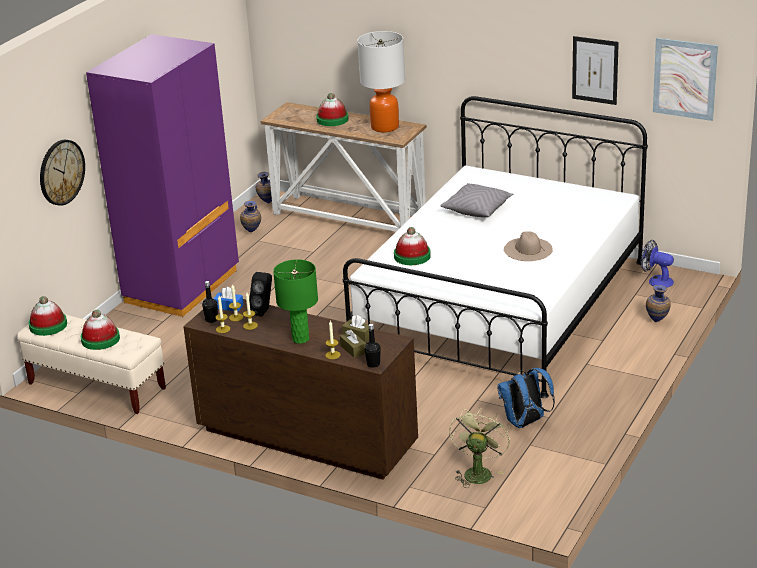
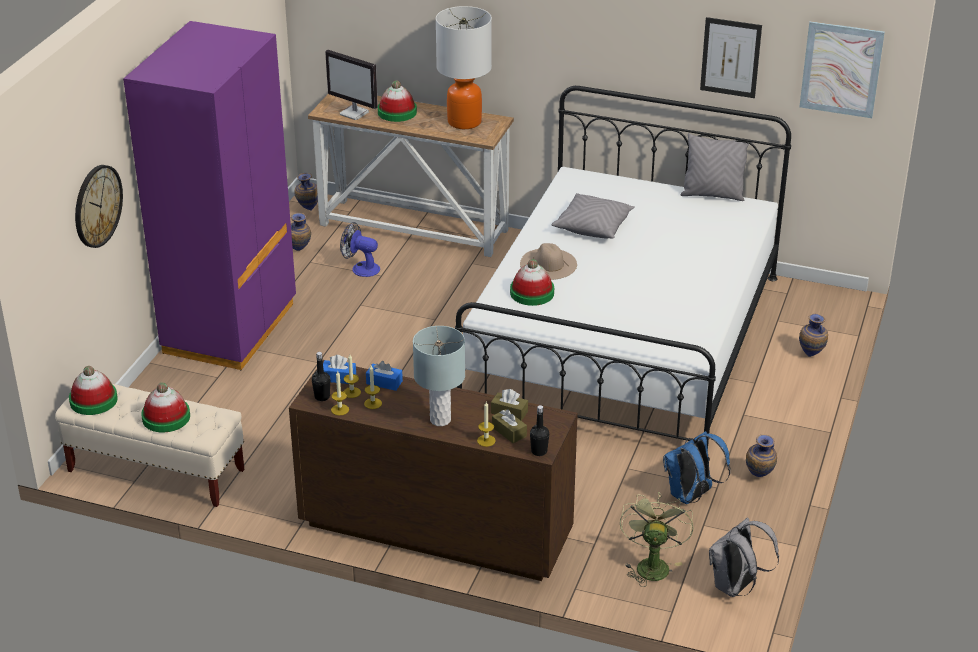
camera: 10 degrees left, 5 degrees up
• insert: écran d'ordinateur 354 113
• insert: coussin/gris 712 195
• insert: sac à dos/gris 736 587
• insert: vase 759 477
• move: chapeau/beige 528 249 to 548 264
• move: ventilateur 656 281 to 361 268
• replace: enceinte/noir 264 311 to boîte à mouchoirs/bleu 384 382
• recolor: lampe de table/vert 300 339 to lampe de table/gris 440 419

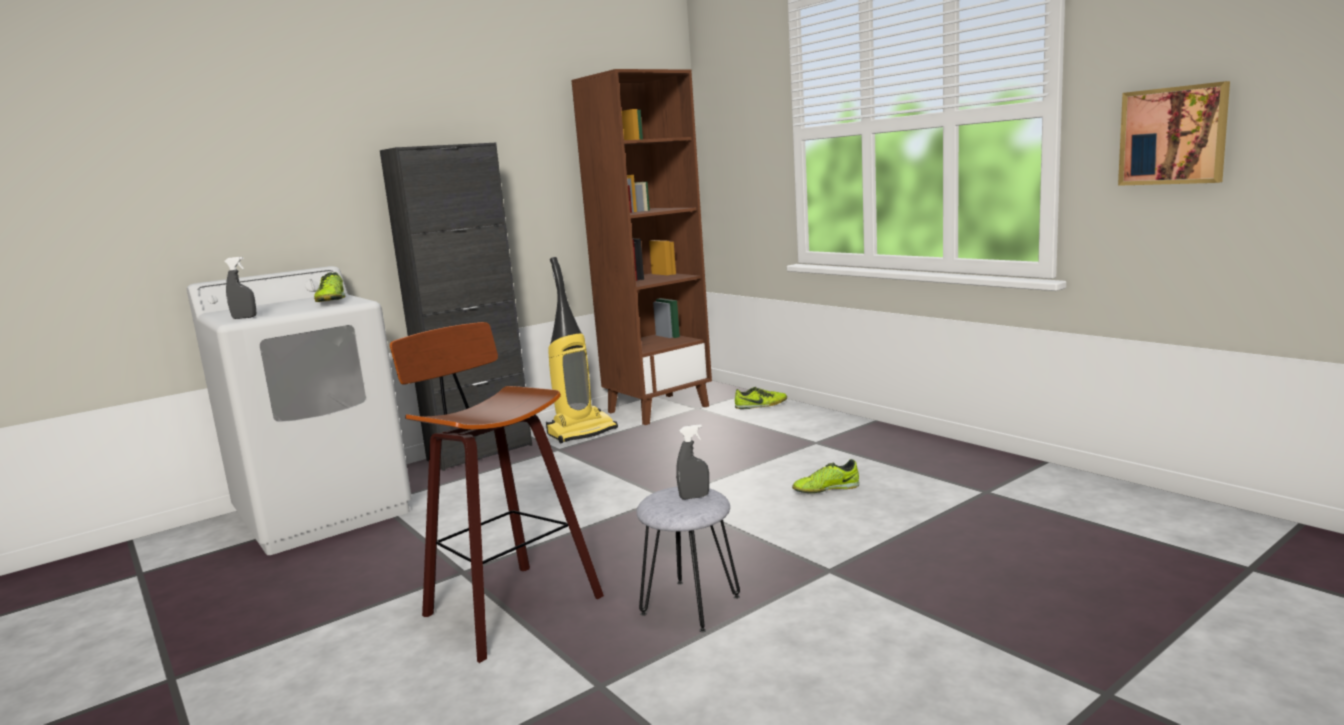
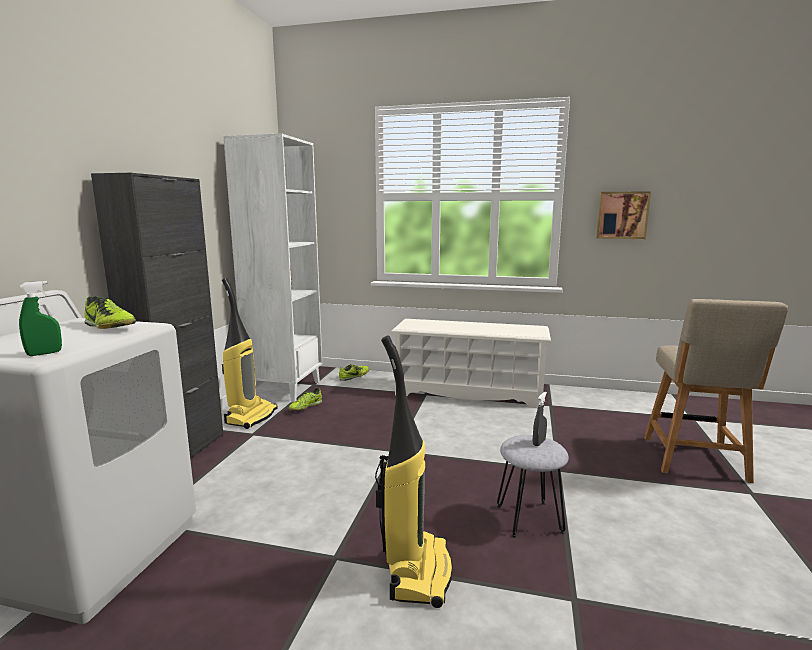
camera: 40 degrees left, 0 degrees up
• insert: étagère à chaussures/blanc 469 392
• insert: chaise/beige 695 461
• move: chaussure 826 489 to 305 407
• replace: tabouret 506 606 to aspirateur 417 571
• recolor: vaporisateur/gris 244 317 to vaporisateur/vert 44 353
• recolor: bibliothèque/marron 658 409 to bibliothèque/blanc 285 389

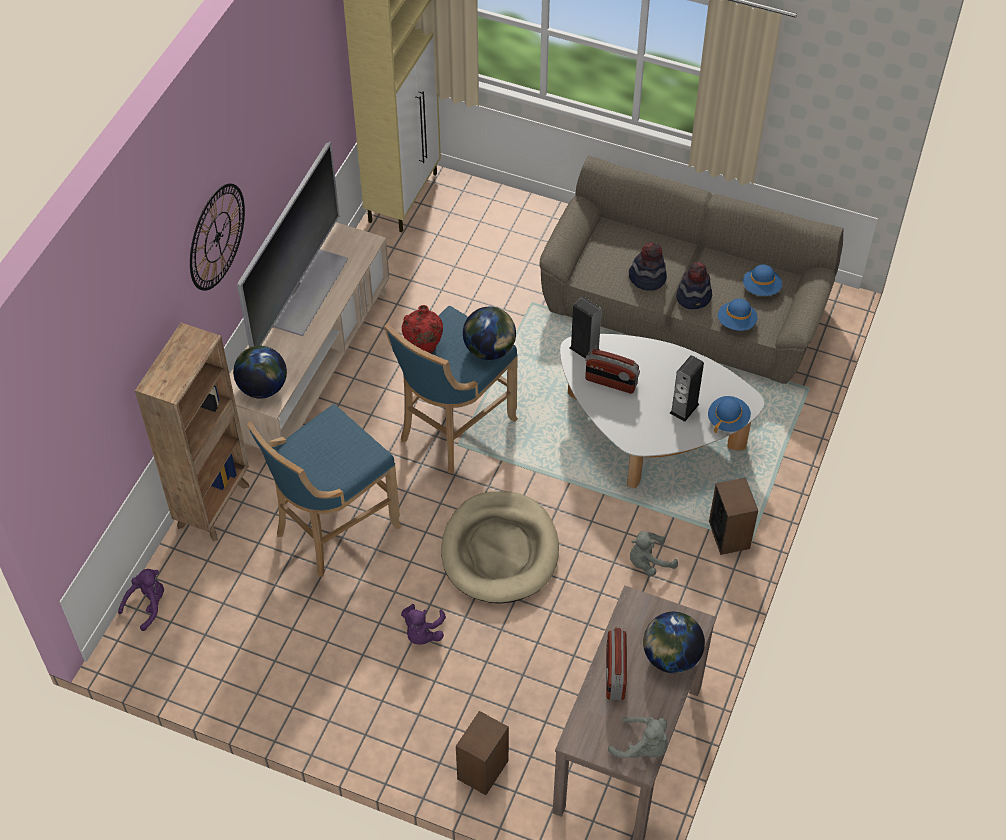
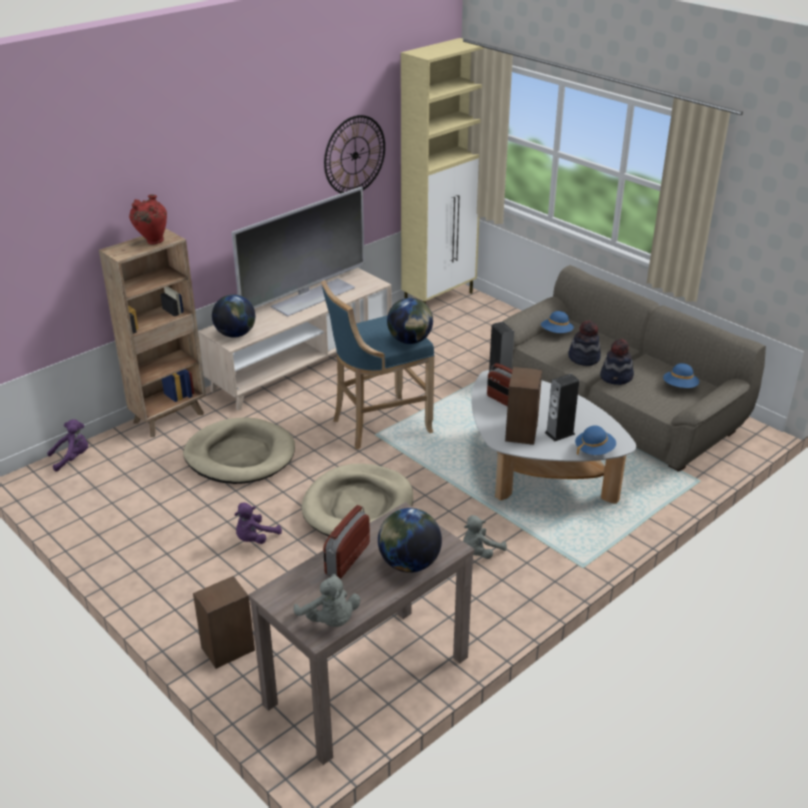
camera: 25 degrees right, 20 degrees down
• move: horloge murale 217 237 to 355 155
• move: vase/rouge 424 348 to 152 241
• move: enceinte 729 535 to 521 432
• move: chapeau/bleu 736 322 to 556 333
• replace: tabouret/bleu 332 529 to panier pour chien/beige 240 455
• rotate: peluche/gris 648 562 = 479 552 45 degrees counterclockwise

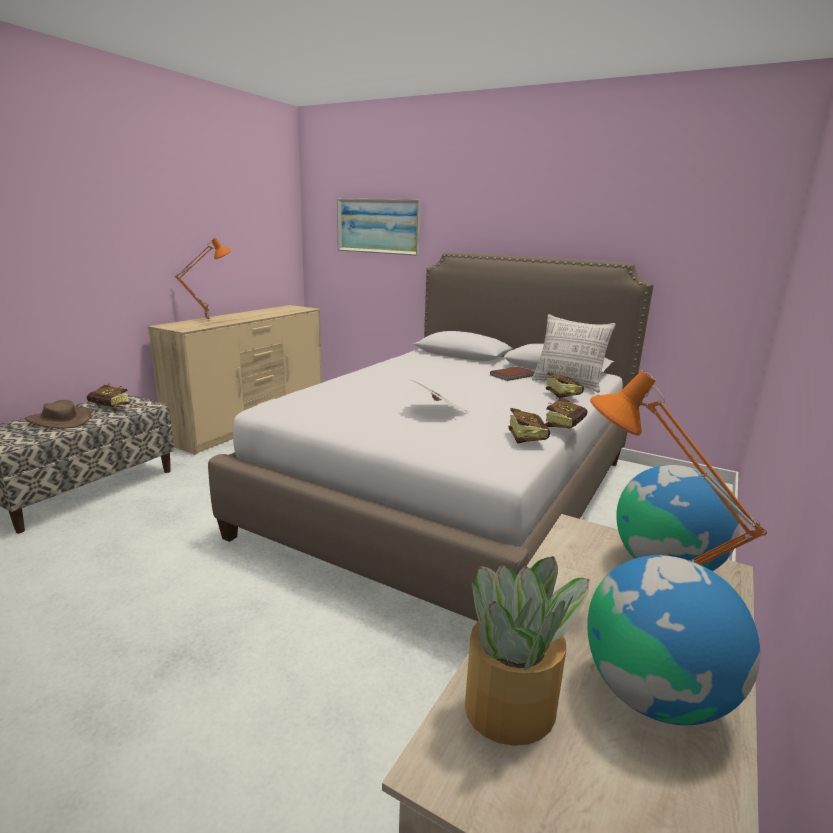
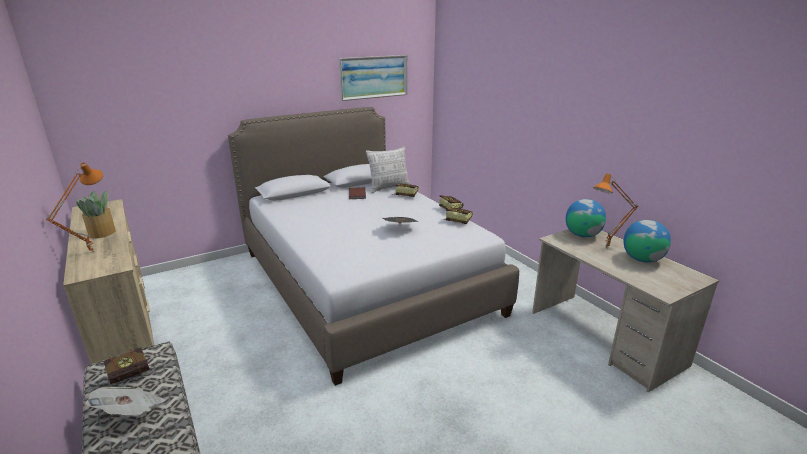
camera: 60 degrees left, 5 degrees up
• move: tableau 378 226 to 373 77
• move: plante en pot 512 708 to 102 233
• replace: chapeau/marron 59 420 to journal 130 412

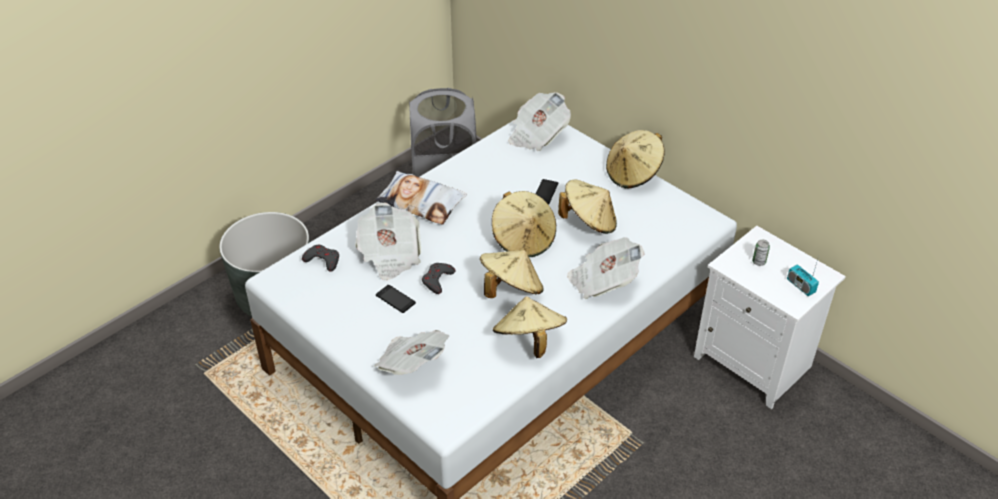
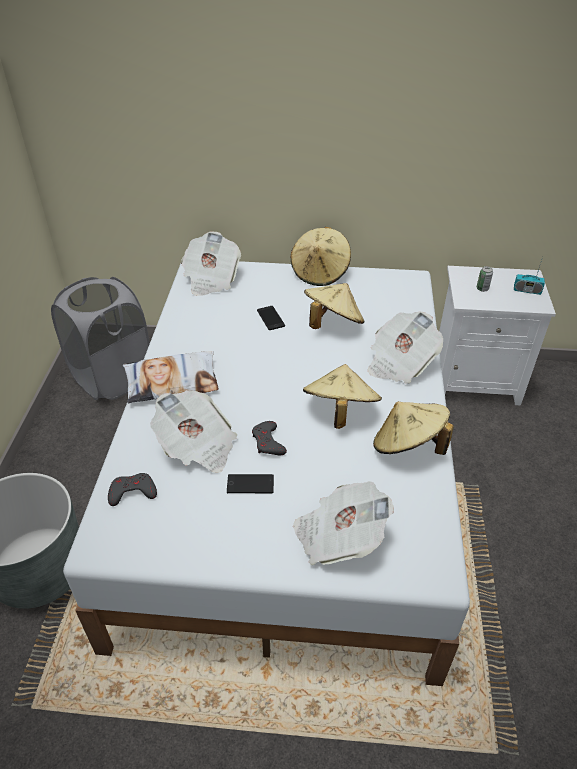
camera: 40 degrees left, 0 degrees up
• delete: chapeau/beige 523 240

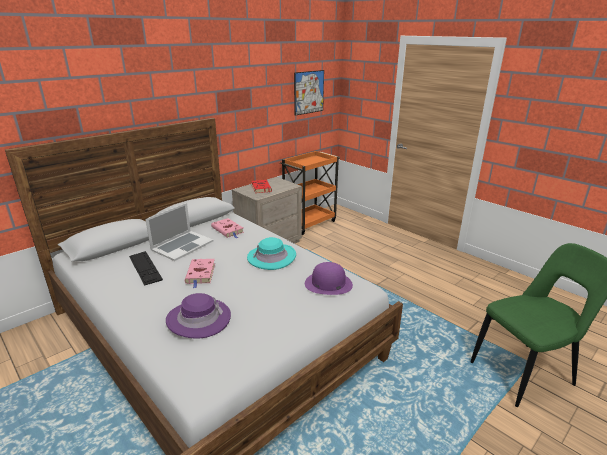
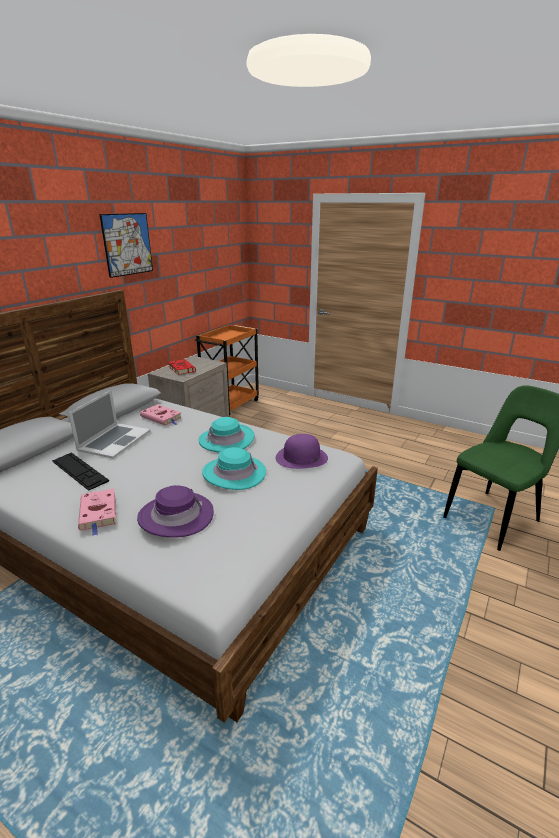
camera: 15 degrees left, 0 degrees up
• insert: chapeau/turquoise 234 473
• move: livre/rose 200 274 to 99 513
• move: tableau 309 92 to 127 244

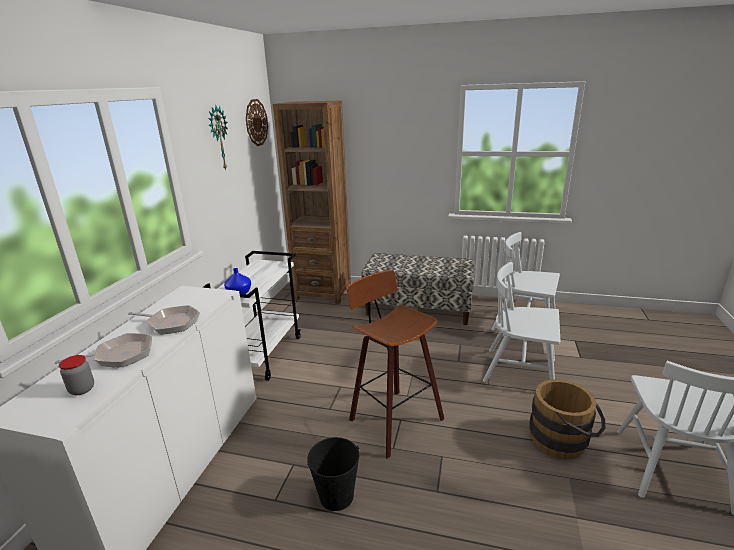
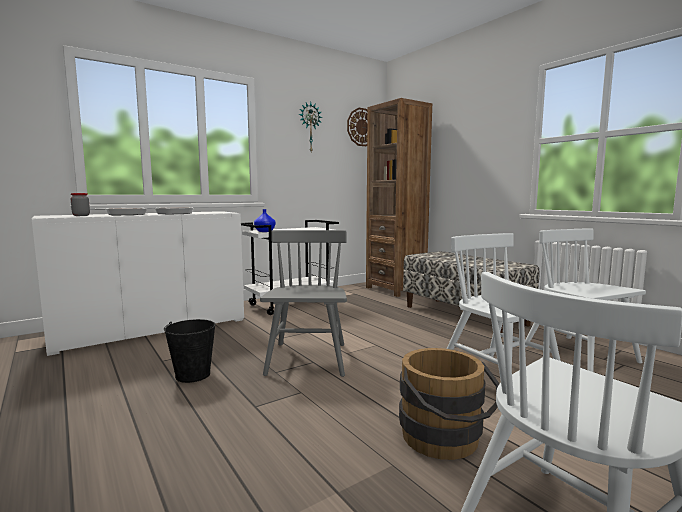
camera: 40 degrees right, 15 degrees down
• replace: tabouret 392 419 to chaise/gris 308 359

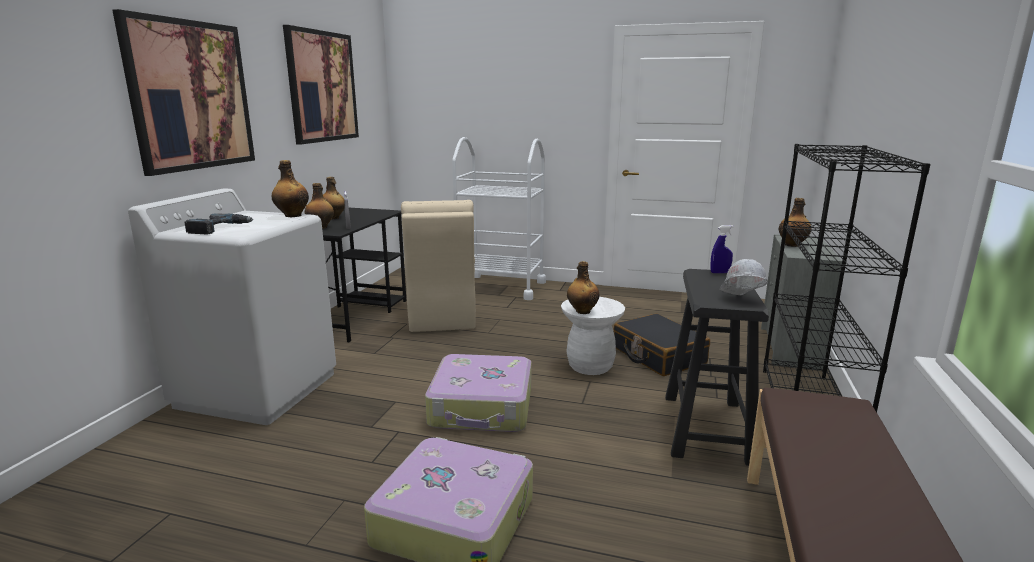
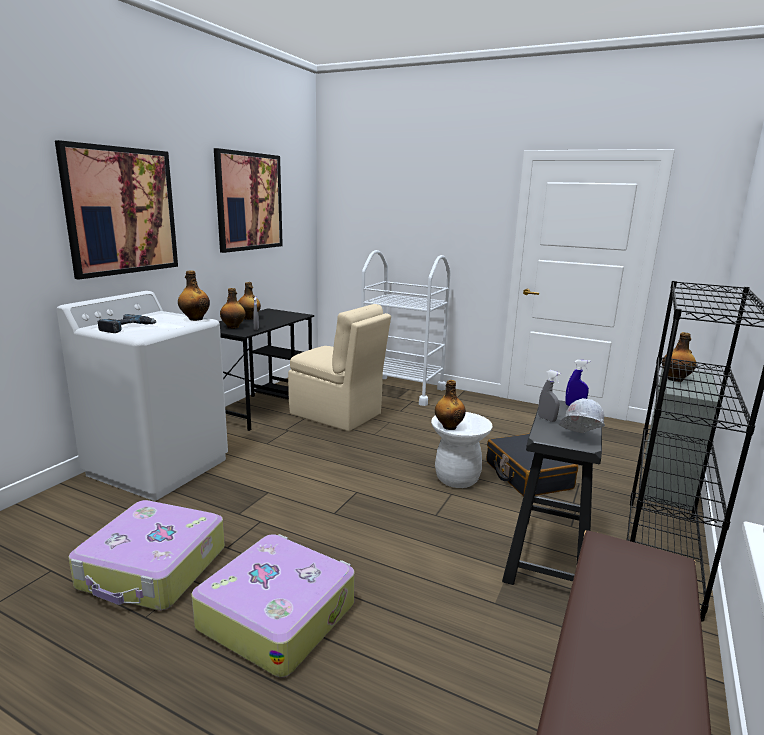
camera: 10 degrees right, 0 degrees up
• insert: vaporisateur/gris 547 419
• move: valise 482 407 to 153 569
• rotate: chaise/beige 441 317 = 337 414 60 degrees counterclockwise

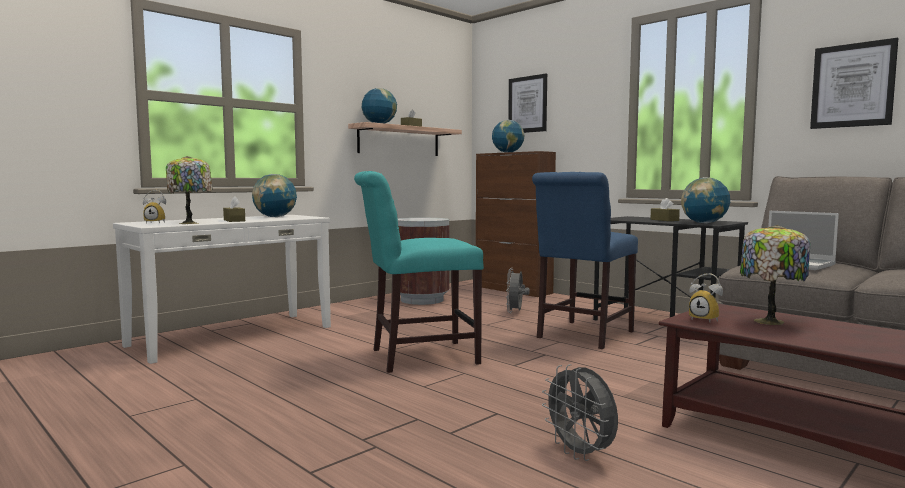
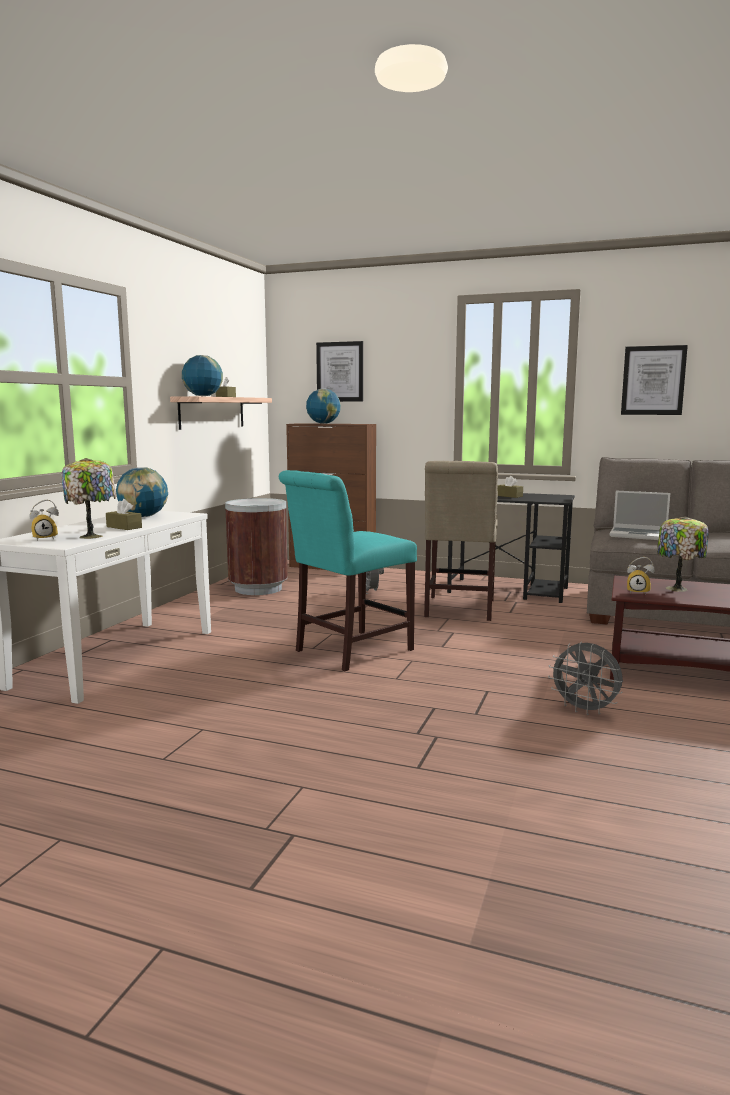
camera: 25 degrees left, 5 degrees up
• delete: globe 704 223
• recolor: chaise/bleu 582 335 to chaise/beige 458 610

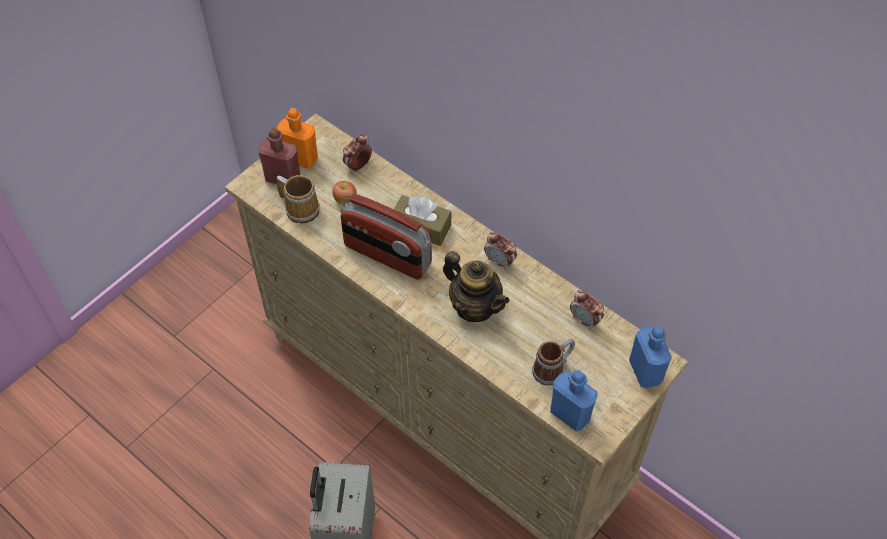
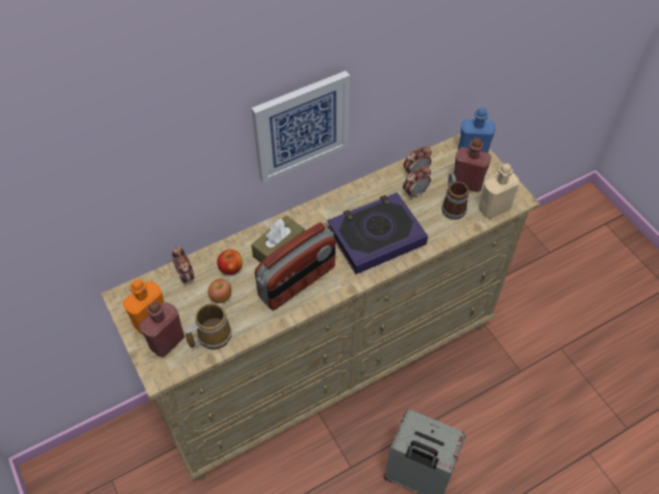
camera: 70 degrees left, 0 degrees up
• insert: pomme 231 268
• insert: tableau 301 126
• insert: bouteille/rouge 467 183
• move: réveil 499 262 to 415 192
• replace: théière 474 306 to livre 376 236
• recolor: bouteille/bleu 570 414 to bouteille/beige 494 208

